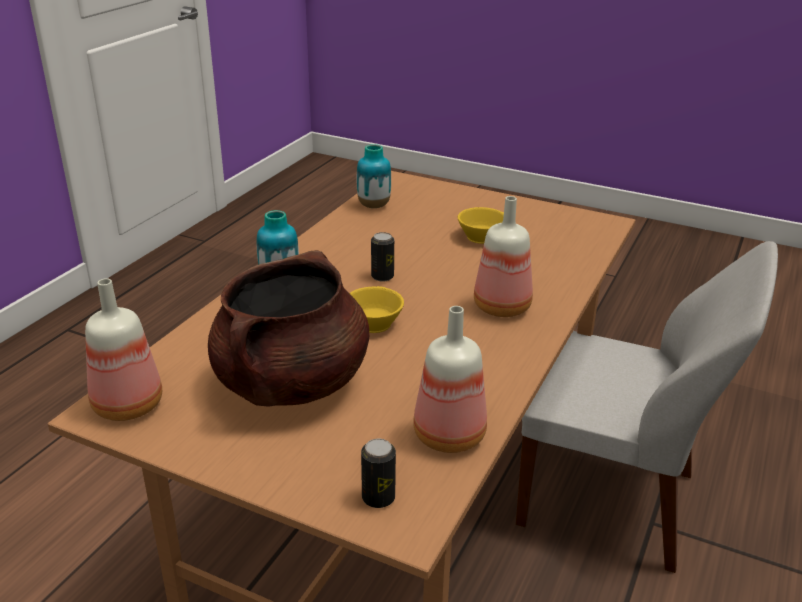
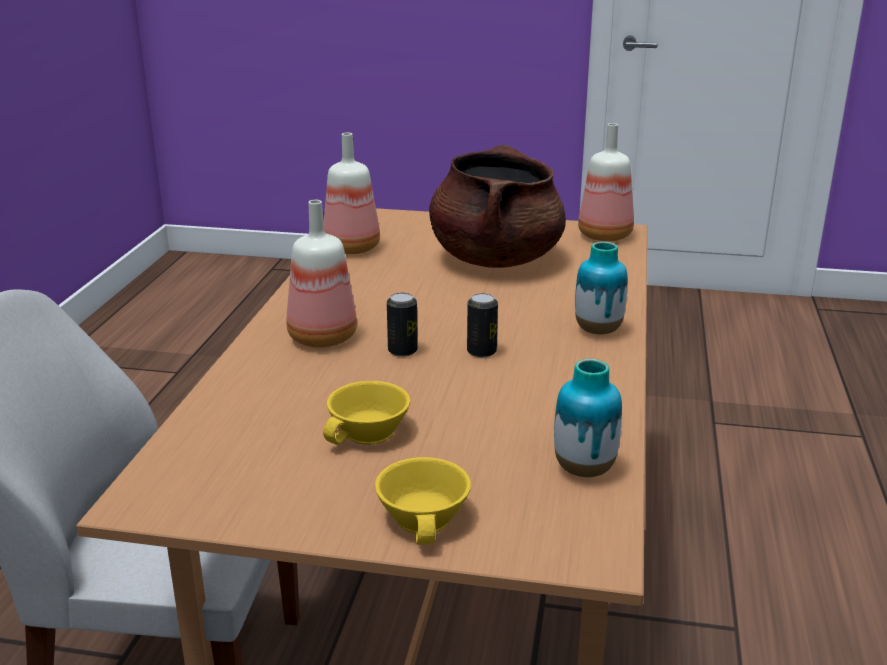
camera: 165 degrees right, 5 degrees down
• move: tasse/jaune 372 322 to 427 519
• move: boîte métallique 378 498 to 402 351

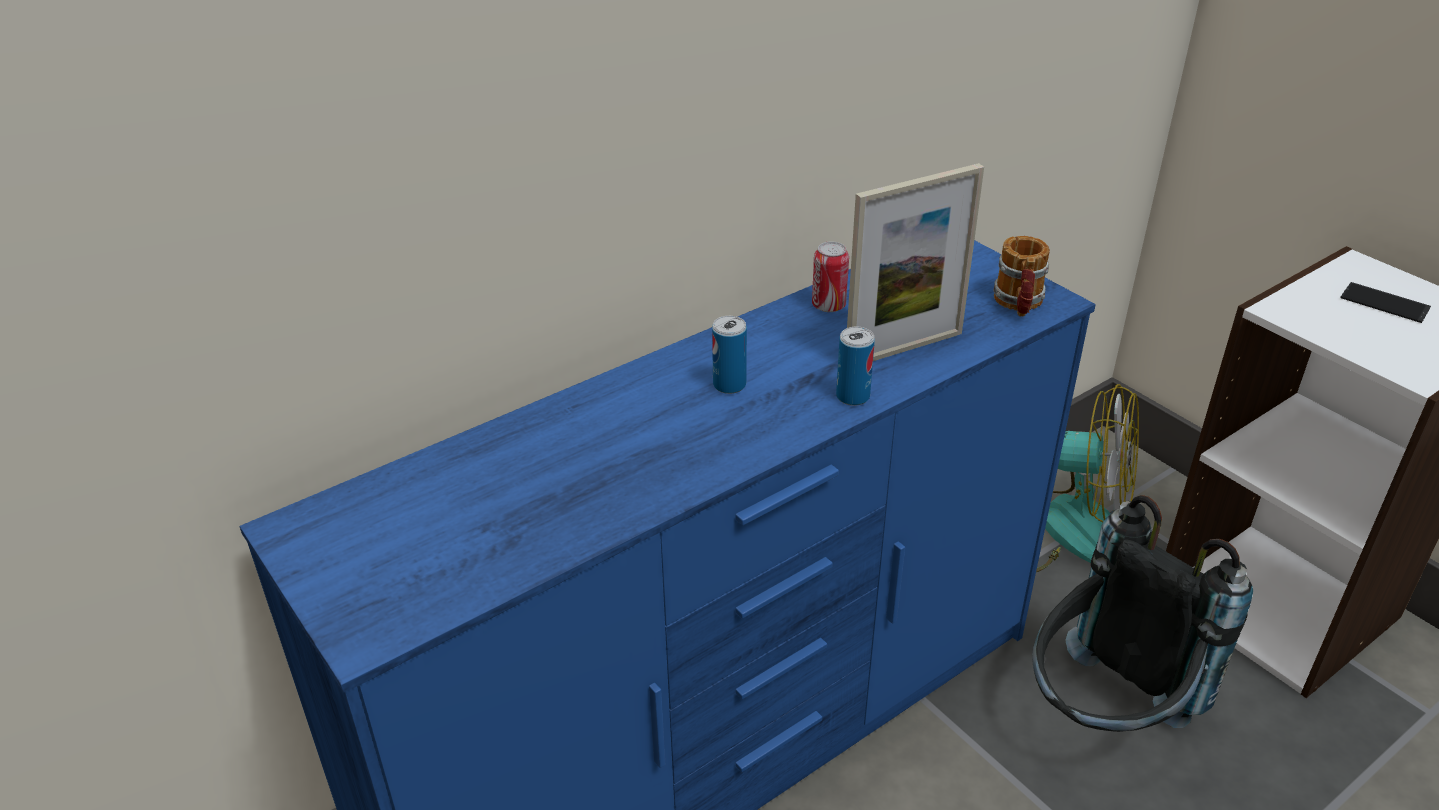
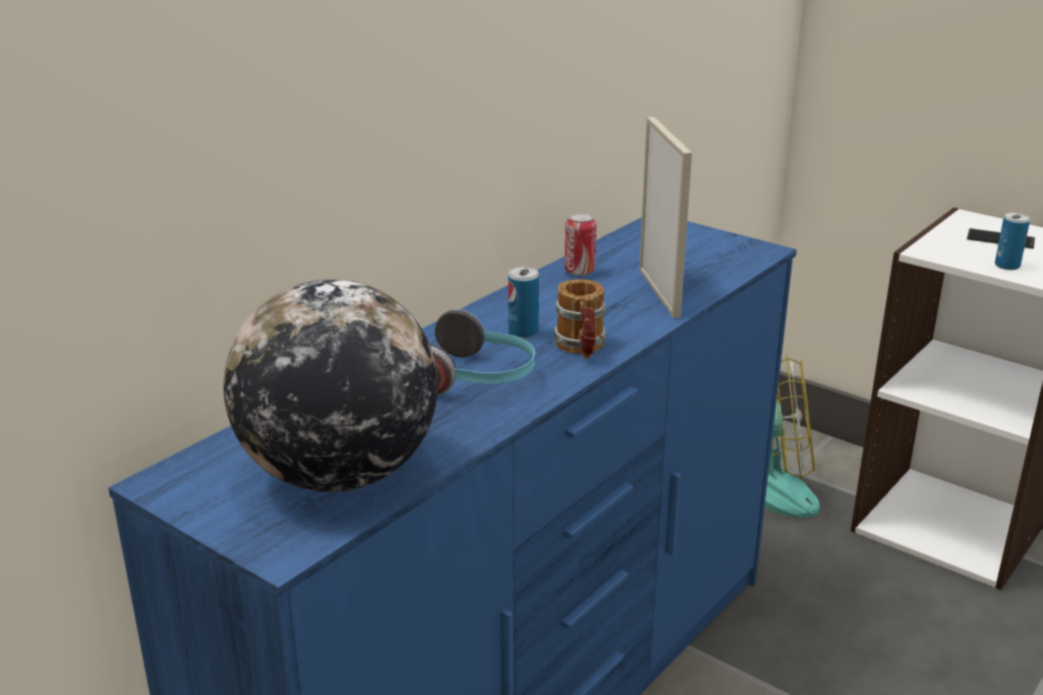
camera: 15 degrees left, 10 degrees down
• delete: sac à dos/noir 1104 717
• insert: globe 339 474
• insert: casque audio 476 379
• move: boîte métallique 852 396 to 1007 265
• move: mug 1018 304 to 581 348
• rotate: cadre photo 904 348 = 659 292 60 degrees counterclockwise

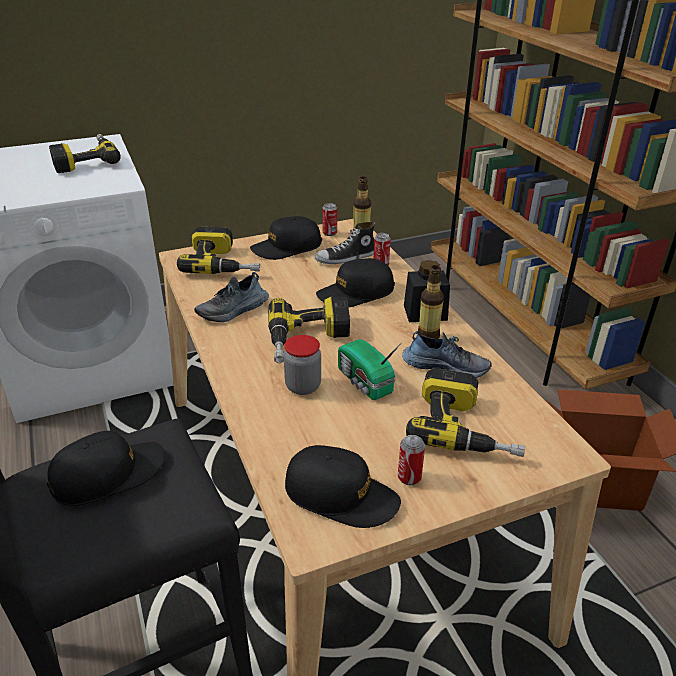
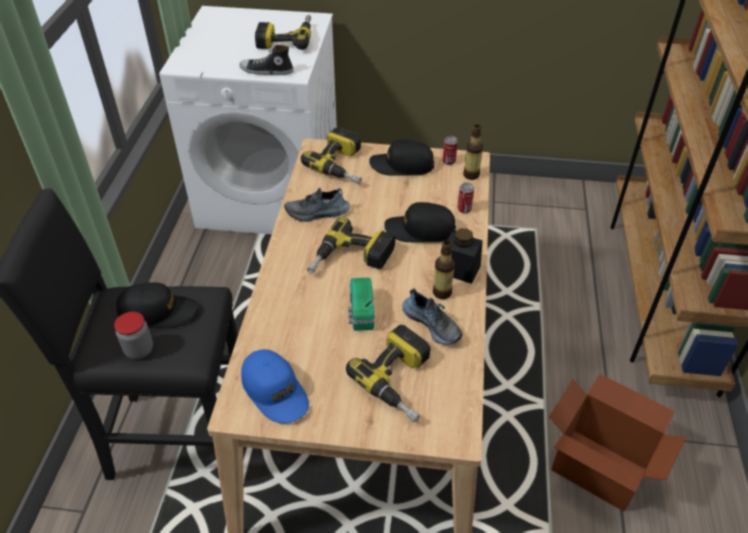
camera: 30 degrees right, 10 degrees up
• delete: boîte métallique 409 477
• move: bocal 303 386 to 139 350
• move: chaussure 346 258 to 266 71
• recolor: casquette/noir 341 495 to casquette/bleu 275 391

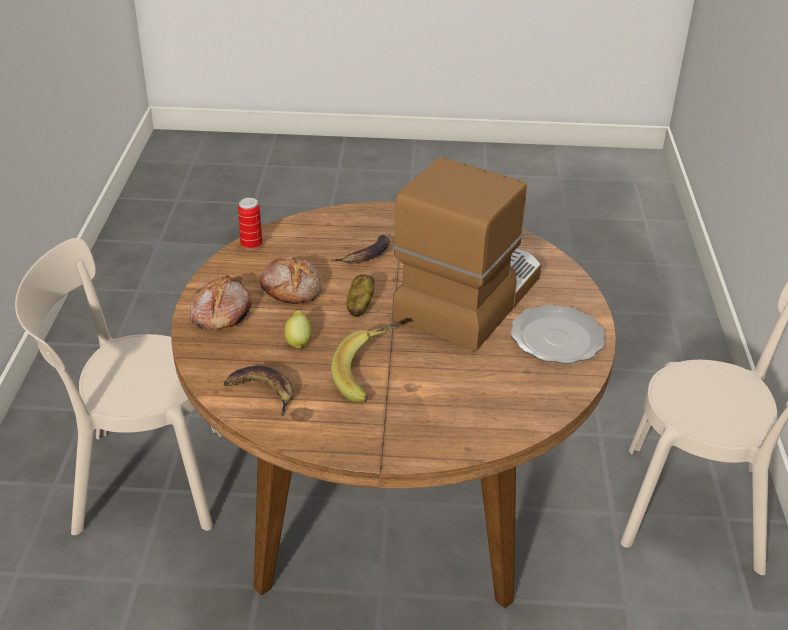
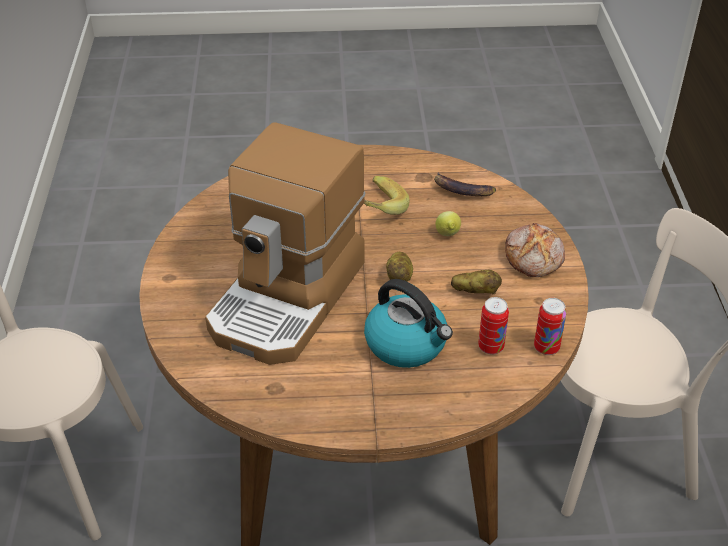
camera: 175 degrees right, 5 degrees up
• delete: assiette 555 338
• insert: boîte métallique 491 347
• replace: pain 292 289 to pomme de terre 475 292
• replace: banane 366 255 to bouilloire 407 344

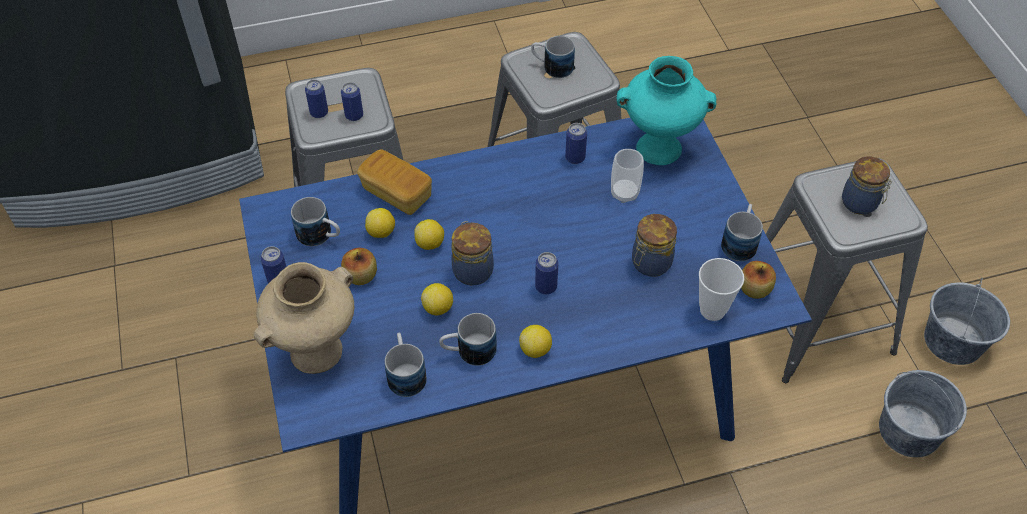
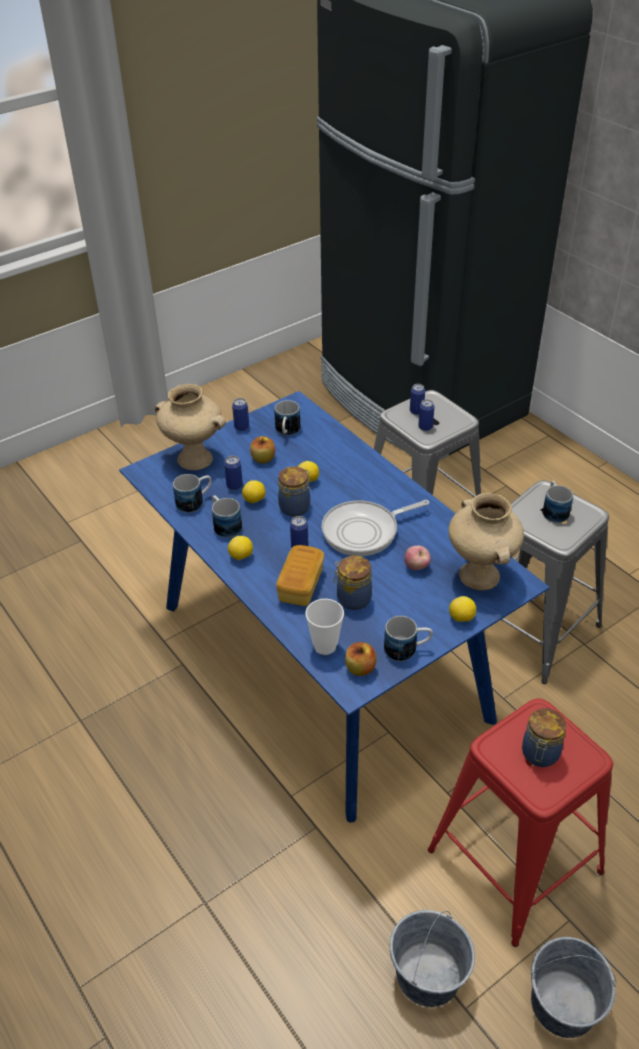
camera: 70 degrees right, 10 degrees down
• insert: poêle 364 531
• move: pain 396 193 to 301 586
• move: citron 381 232 to 461 618
• move: boîte métallique 575 158 to 234 486
• replace: tasse 624 193 to pomme 416 567
• recolor: vase/turquoise 659 148 to vase/beige 480 576
• recolor: tabouret/gris 813 319 to tabouret/rouge 514 860

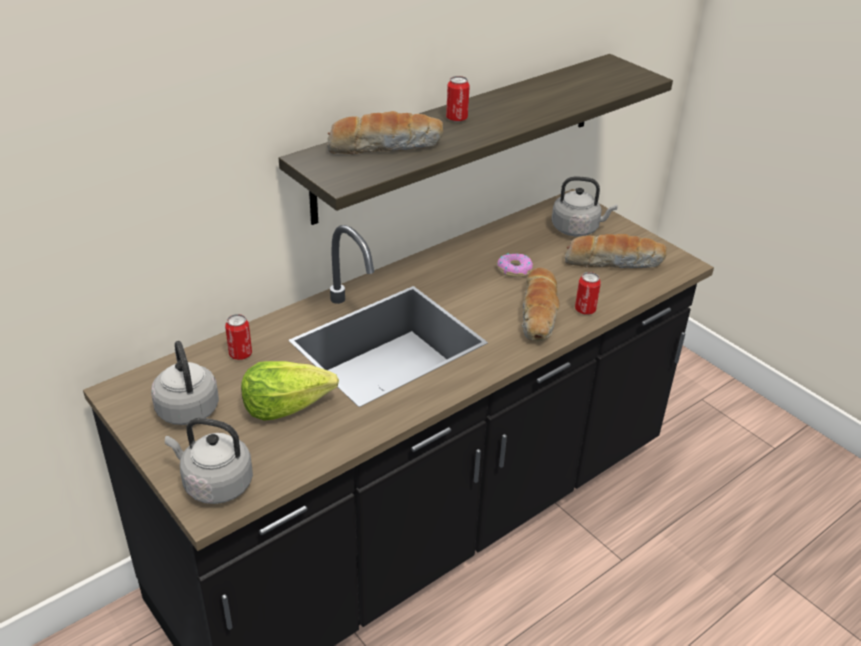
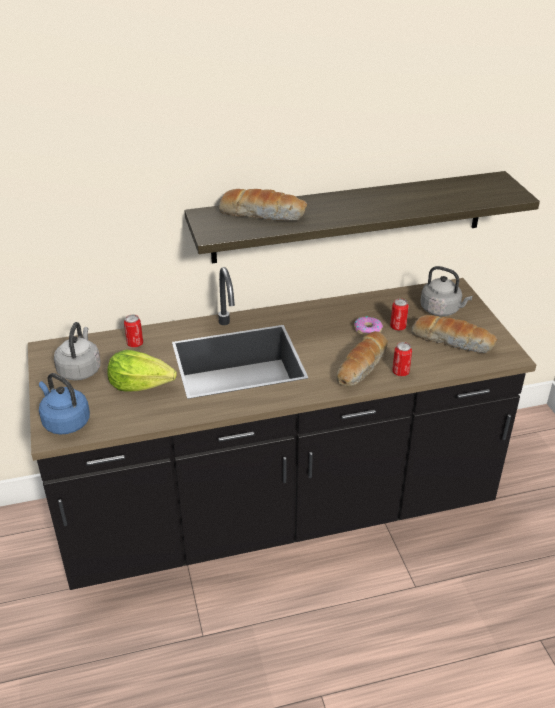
camera: 25 degrees right, 0 degrees up
• move: boîte métallique 456 118 to 398 327
• recolor: bouilloire/gris 215 484 to bouilloire/bleu 65 422

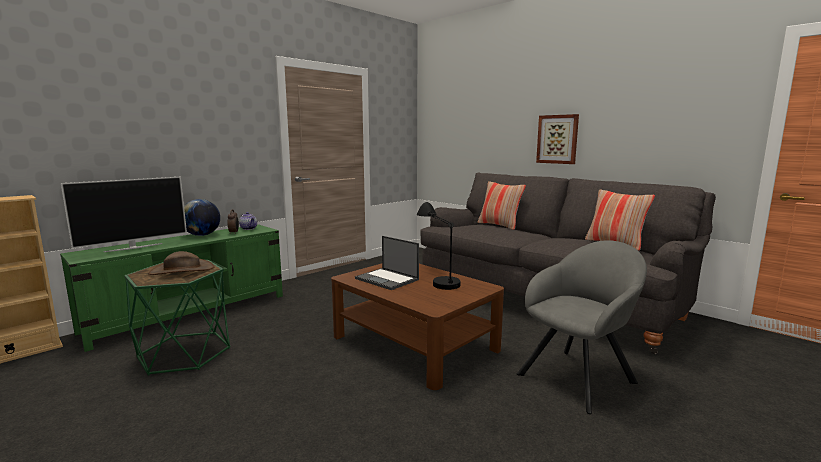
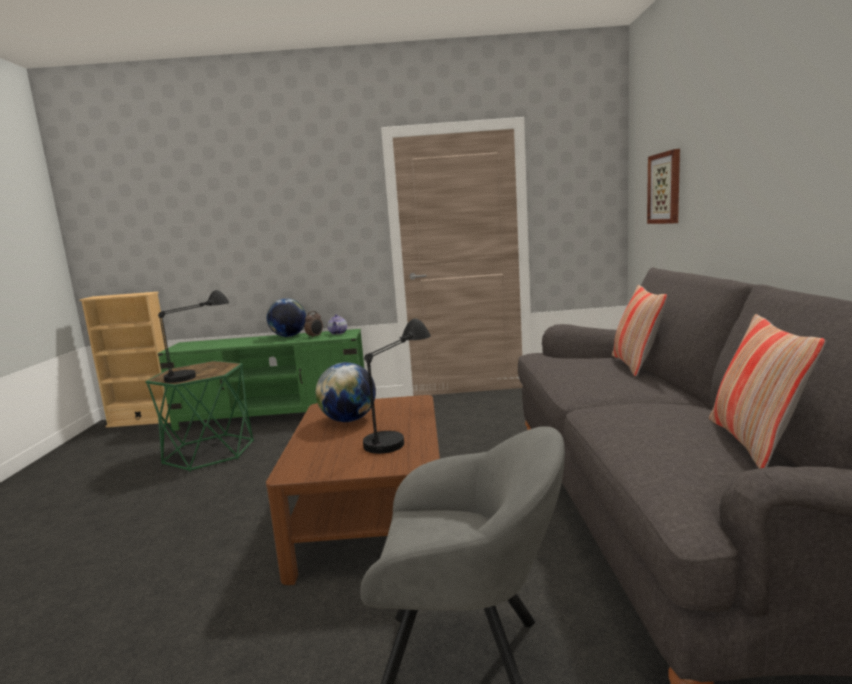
camera: 45 degrees right, 0 degrees up
• delete: téléviseur 133 247
• move: tableau 557 139 to 665 188
• replace: chapeau/marron 182 270 to lampe de table/noir 201 371
• replace: ordinateur portable 387 279 to globe 348 420

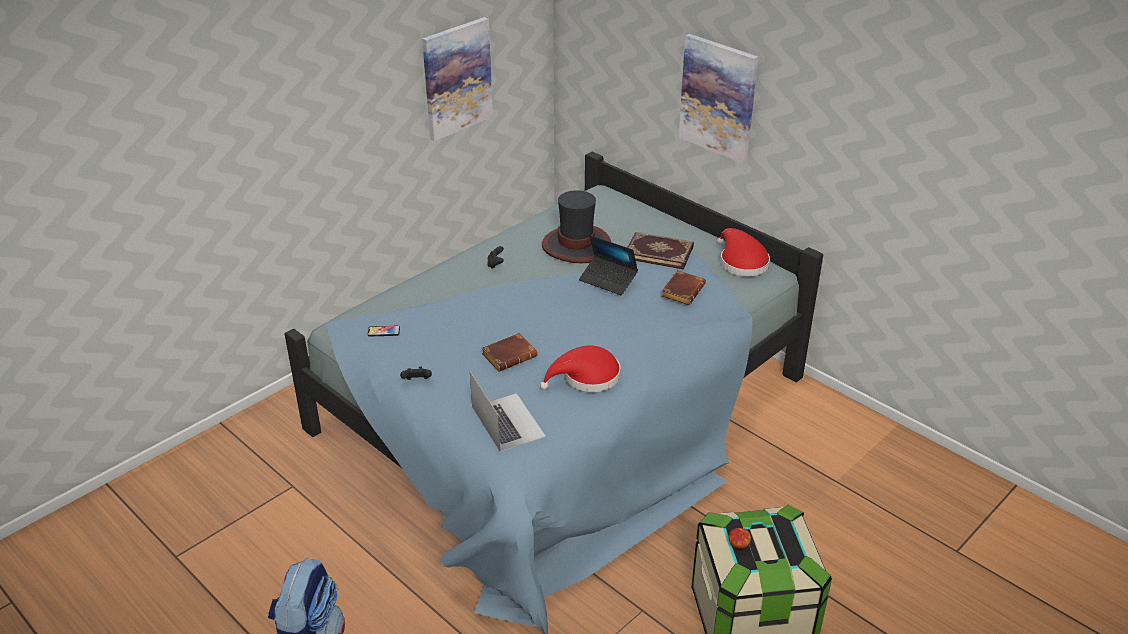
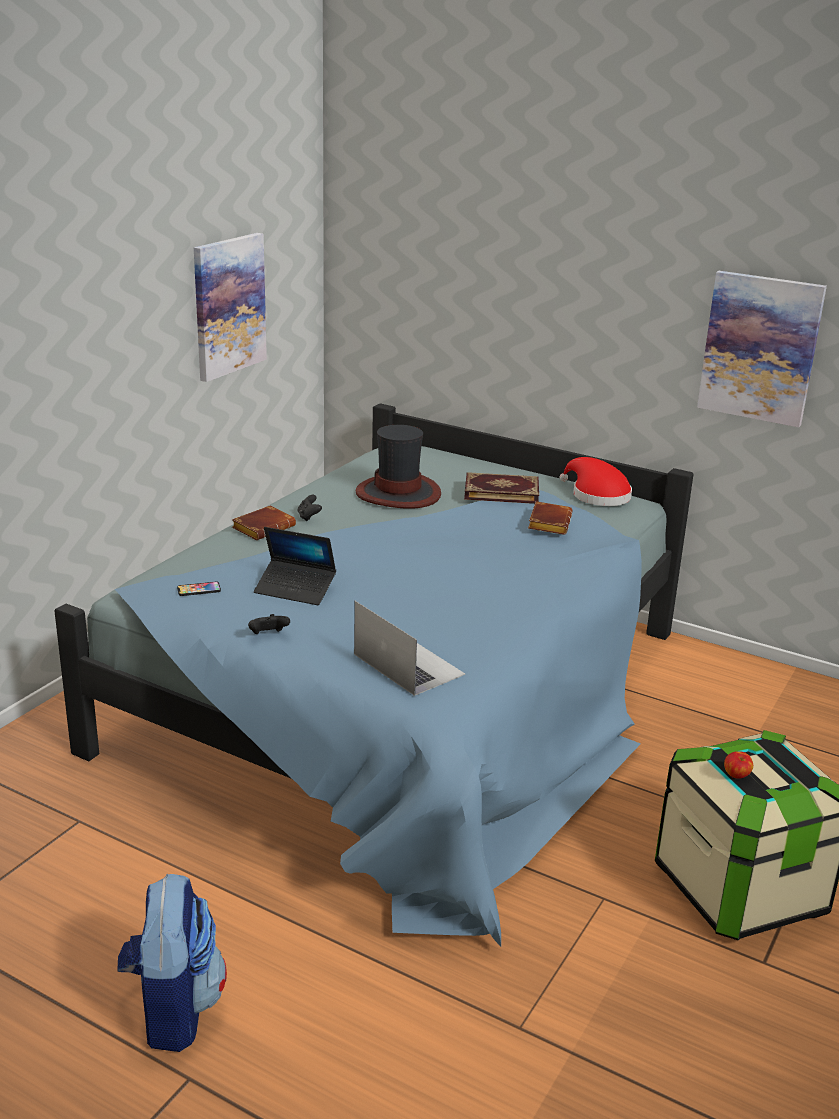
camera: 15 degrees left, 10 degrees down
• delete: chapeau/rouge 586 377
• move: livre/marron 509 355 to 264 527
• move: ordinateur portable 608 280 to 295 589
• move: tableau 718 98 to 760 348

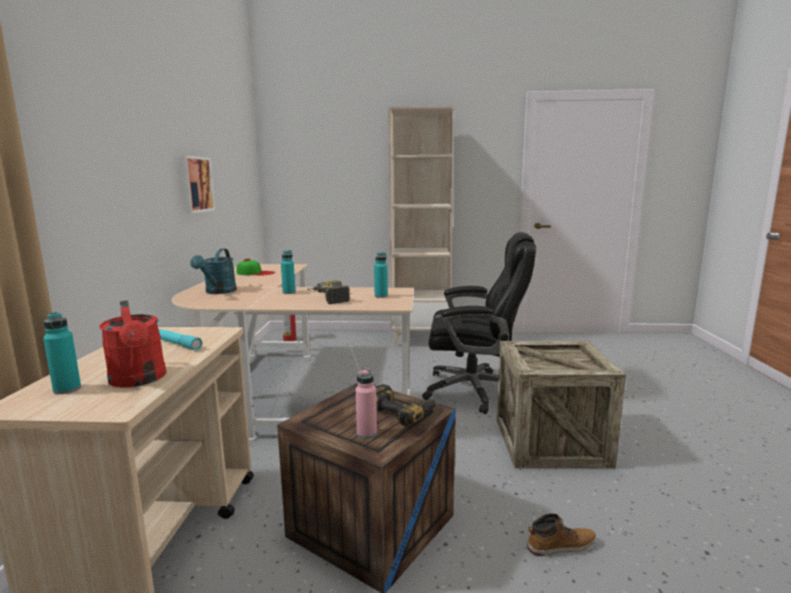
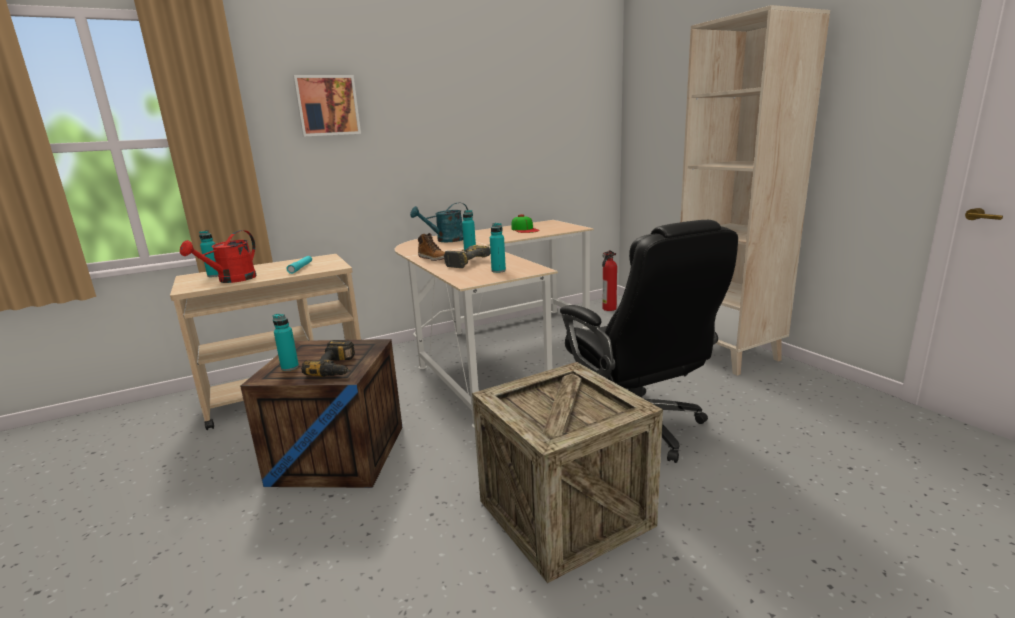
camera: 60 degrees right, 5 degrees up
• move: tableau 194 184 to 327 106
• move: botte 560 546 to 434 258
• recolor: bouteille/rose 366 433 to bouteille/turquoise 290 367

